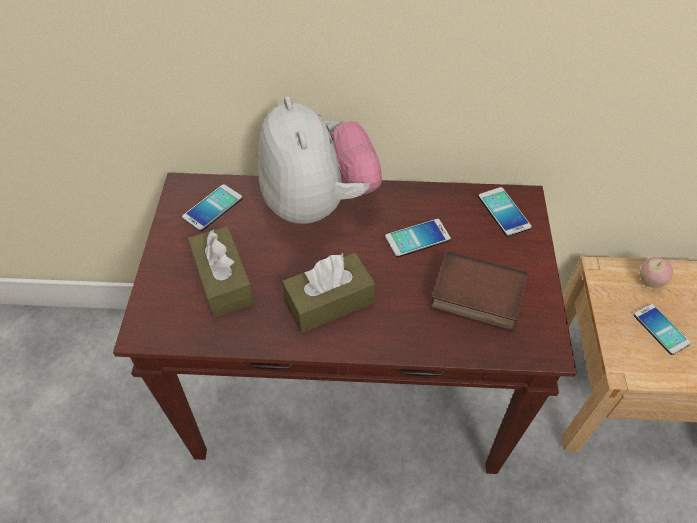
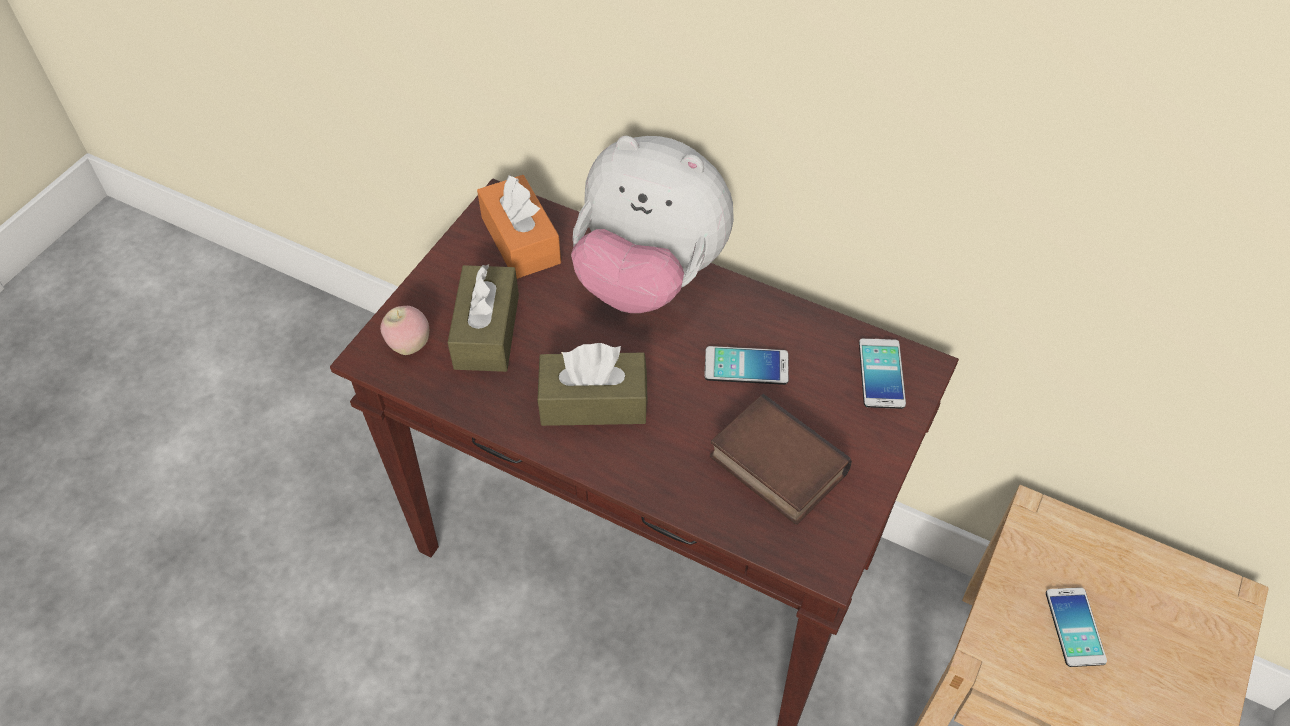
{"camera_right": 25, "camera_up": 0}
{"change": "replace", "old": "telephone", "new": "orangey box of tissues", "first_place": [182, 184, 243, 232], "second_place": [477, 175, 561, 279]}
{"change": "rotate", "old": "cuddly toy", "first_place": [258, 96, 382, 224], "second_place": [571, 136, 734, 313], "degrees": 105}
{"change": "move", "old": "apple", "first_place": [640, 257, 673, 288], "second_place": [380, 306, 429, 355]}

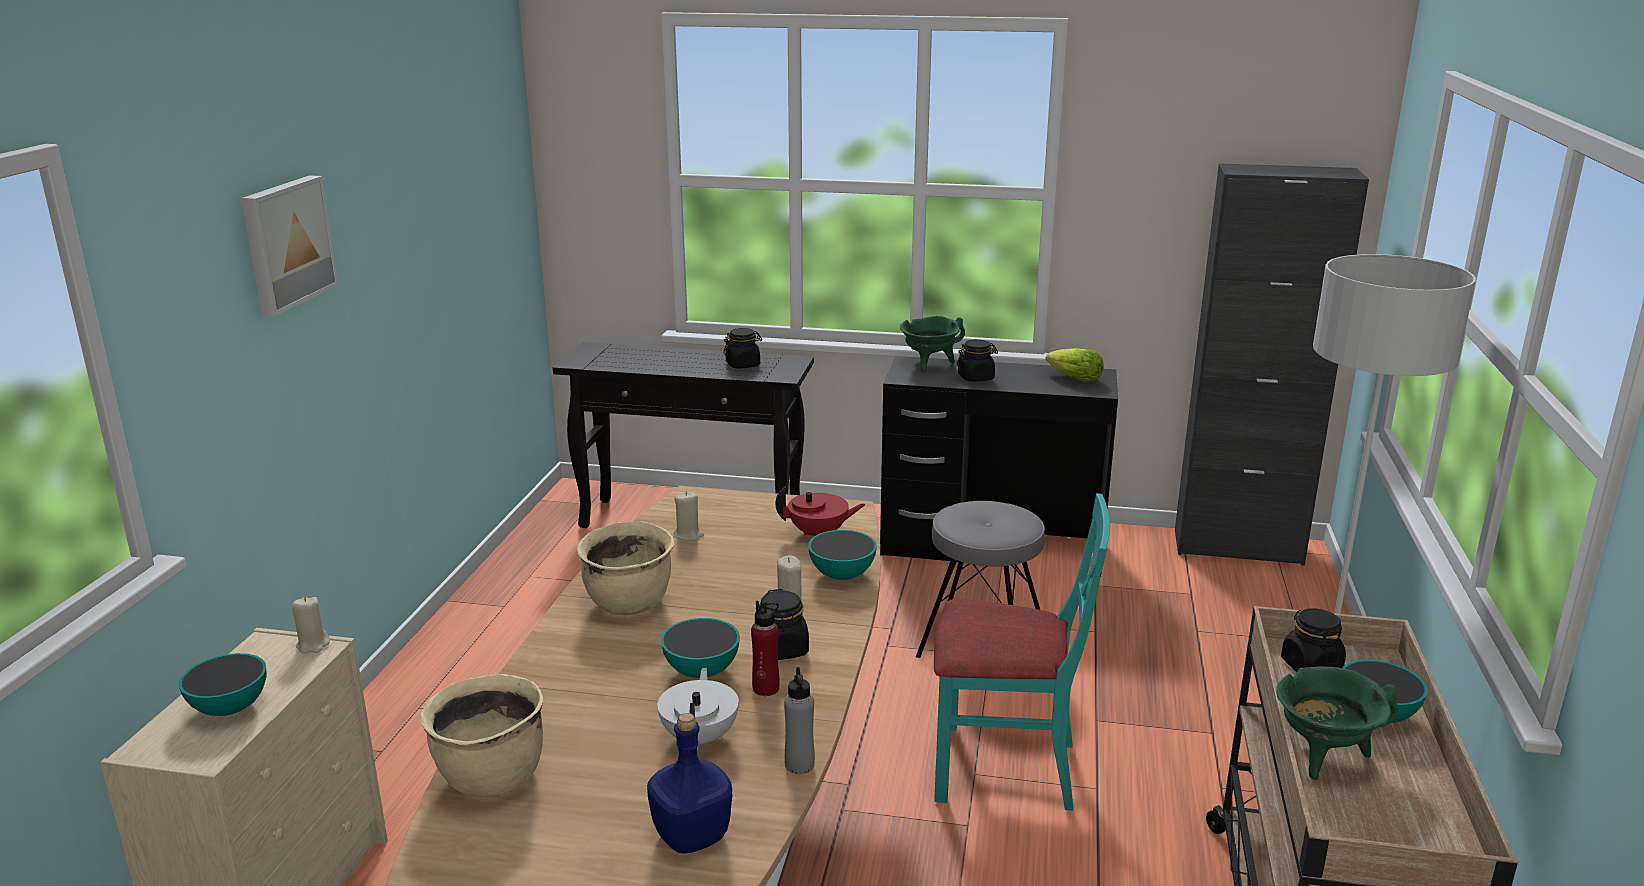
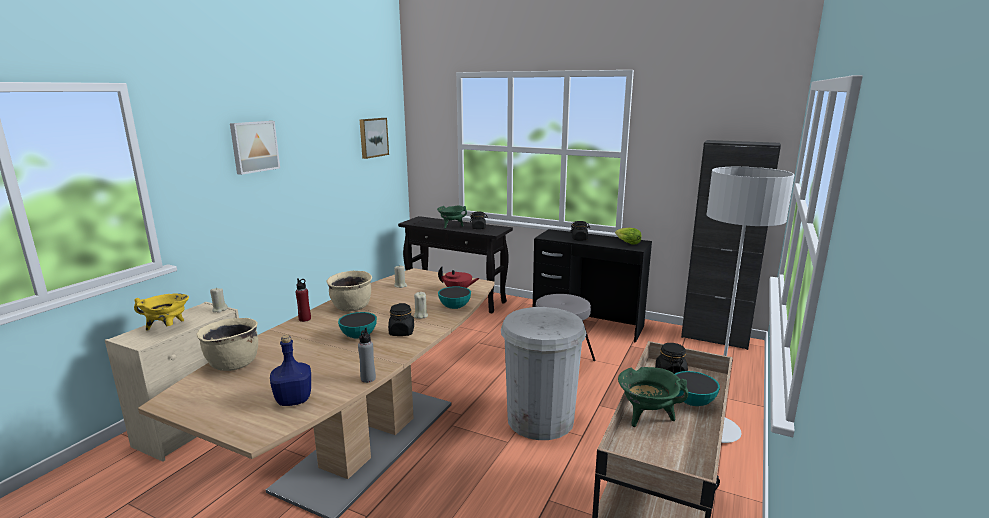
{"camera_right": 15, "camera_up": -5}
{"change": "replace", "old": "deep dish", "new": "yellowish stockpot", "first_place": [179, 653, 267, 716], "second_place": [134, 293, 189, 331]}
{"change": "delete", "old": "white-coloured pot for tea", "first_place": [657, 668, 739, 750]}
{"change": "move", "old": "red bottle", "first_place": [751, 601, 779, 696], "second_place": [296, 278, 311, 322]}
{"change": "move", "old": "green stockpot", "first_place": [900, 316, 965, 373], "second_place": [437, 205, 467, 229]}
{"change": "replace", "old": "blue-green chair", "new": "white-coloured trash can", "first_place": [934, 493, 1110, 811], "second_place": [501, 307, 586, 440]}
{"change": "insert", "new": "wall art", "second_place": [360, 118, 389, 159]}

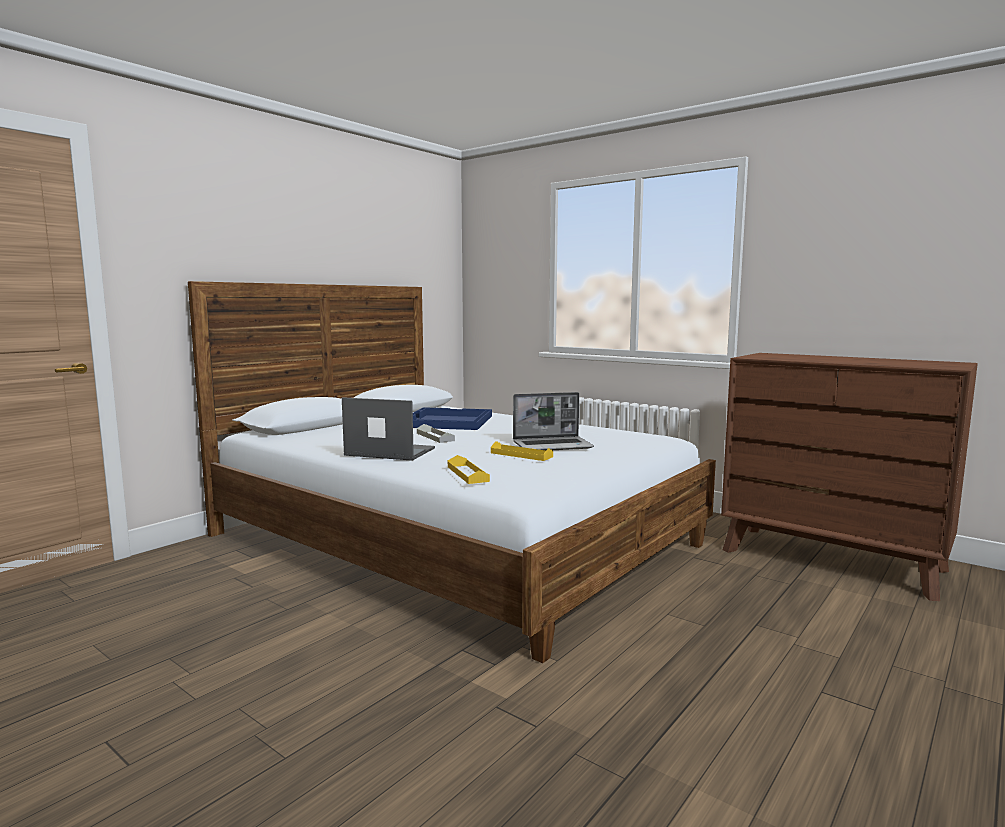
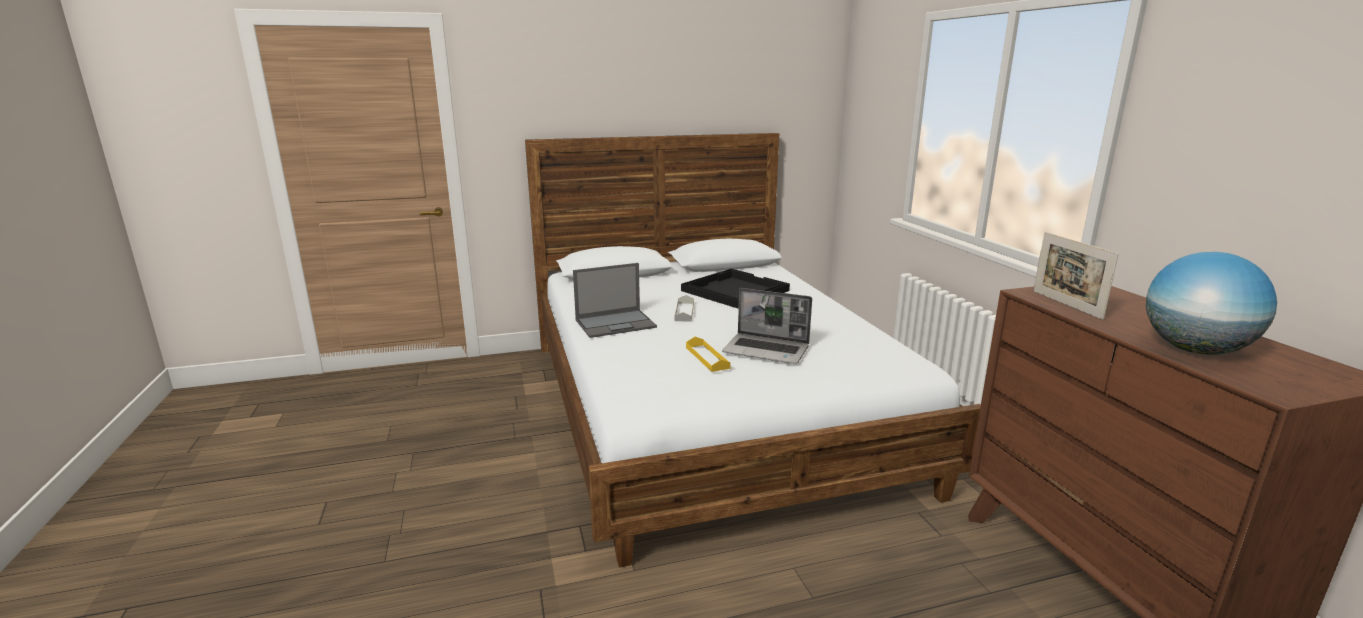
{"camera_right": 35, "camera_up": 10}
{"change": "rotate", "old": "notebook computer", "first_place": [342, 397, 435, 461], "second_place": [573, 263, 657, 338], "degrees": 105}
{"change": "recolor", "old": "bluish carrying tray", "new": "black carrying tray", "first_place": [413, 407, 492, 430], "second_place": [681, 269, 790, 309]}
{"change": "delete", "old": "yellowish carrying tray", "first_place": [448, 455, 490, 484]}
{"change": "insert", "new": "picture frame", "second_place": [1033, 232, 1119, 320]}
{"change": "insert", "new": "world globe", "second_place": [1146, 252, 1277, 355]}

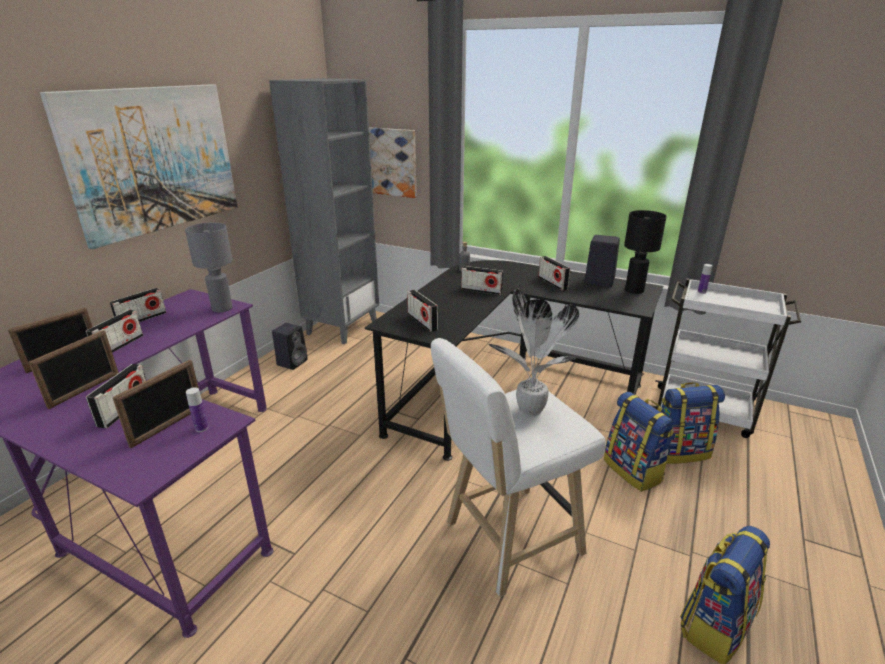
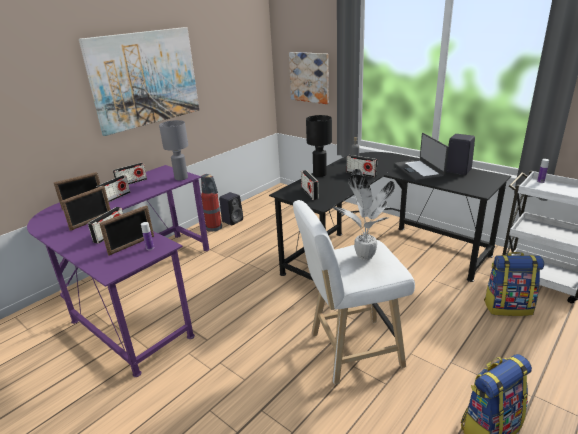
{"camera_right": 15, "camera_up": 0}
{"change": "delete", "old": "grey bookcase", "first_place": [269, 78, 379, 345]}
{"change": "replace", "old": "radio", "new": "notebook computer", "first_place": [538, 256, 570, 291], "second_place": [394, 133, 449, 181]}
{"change": "delete", "old": "backpack", "first_place": [604, 392, 674, 492]}
{"change": "move", "old": "black tabletop lamp", "first_place": [624, 210, 667, 294], "second_place": [306, 115, 332, 177]}
{"change": "insert", "new": "fire extinguisher", "second_place": [201, 174, 222, 232]}

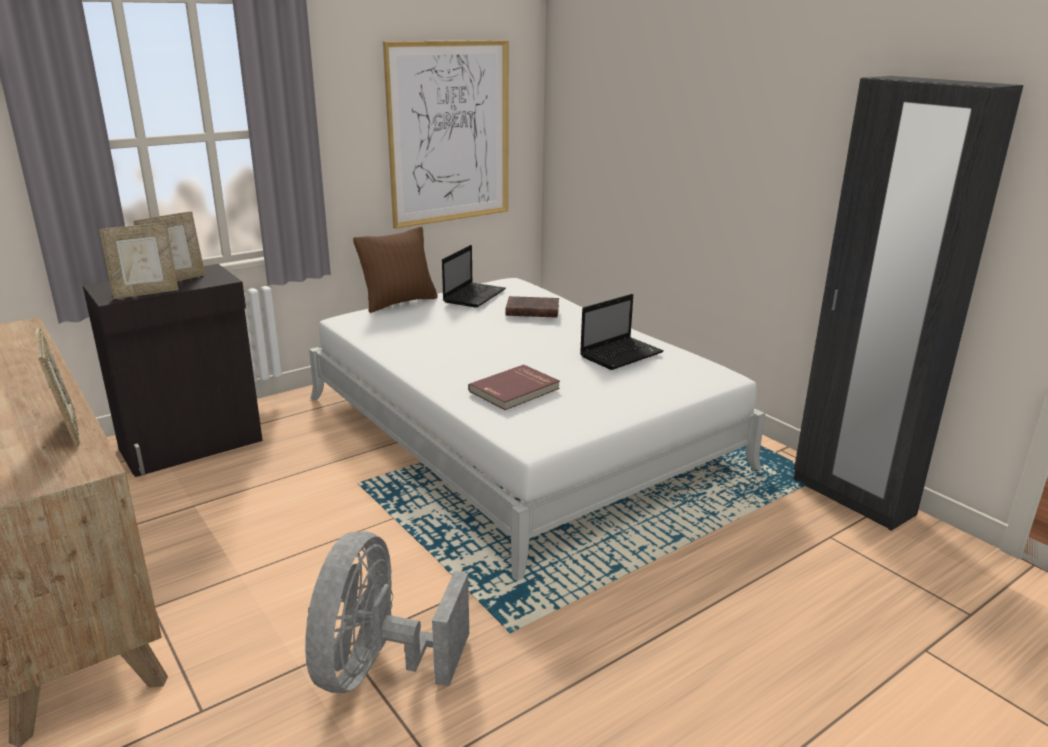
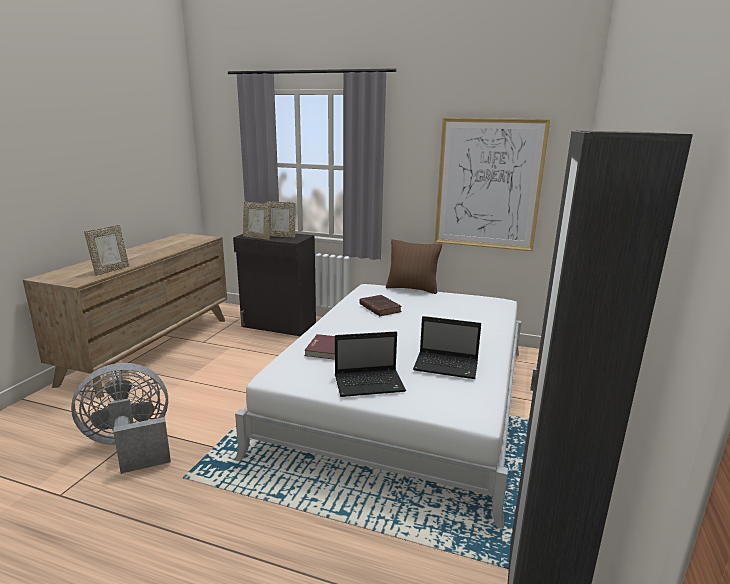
{"camera_right": 55, "camera_up": -5}
{"change": "move", "old": "notebook computer", "first_place": [442, 245, 506, 308], "second_place": [335, 332, 406, 397]}
{"change": "move", "old": "brown-coloured volume", "first_place": [505, 296, 559, 318], "second_place": [359, 295, 402, 316]}

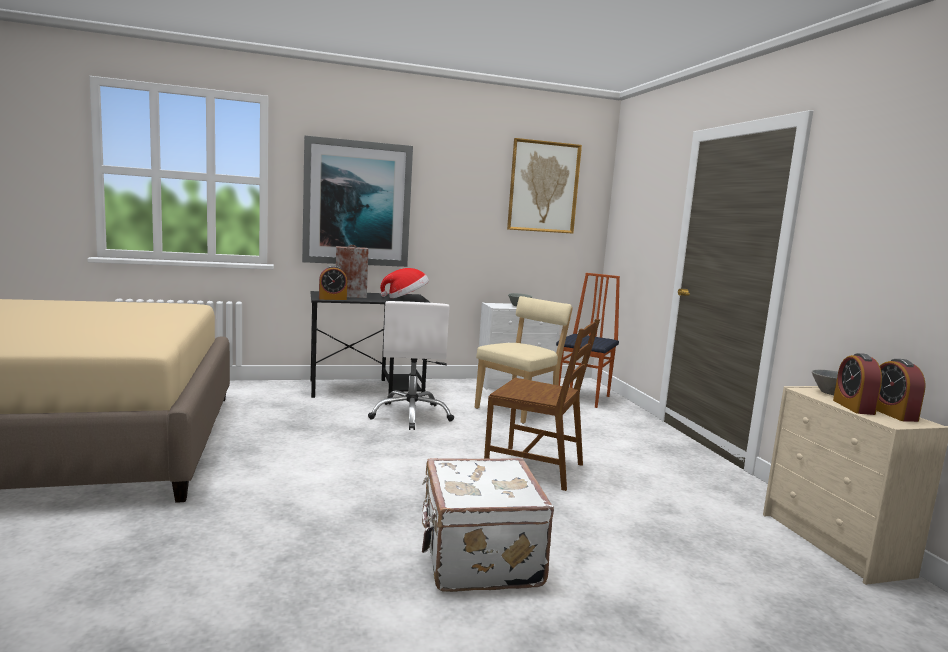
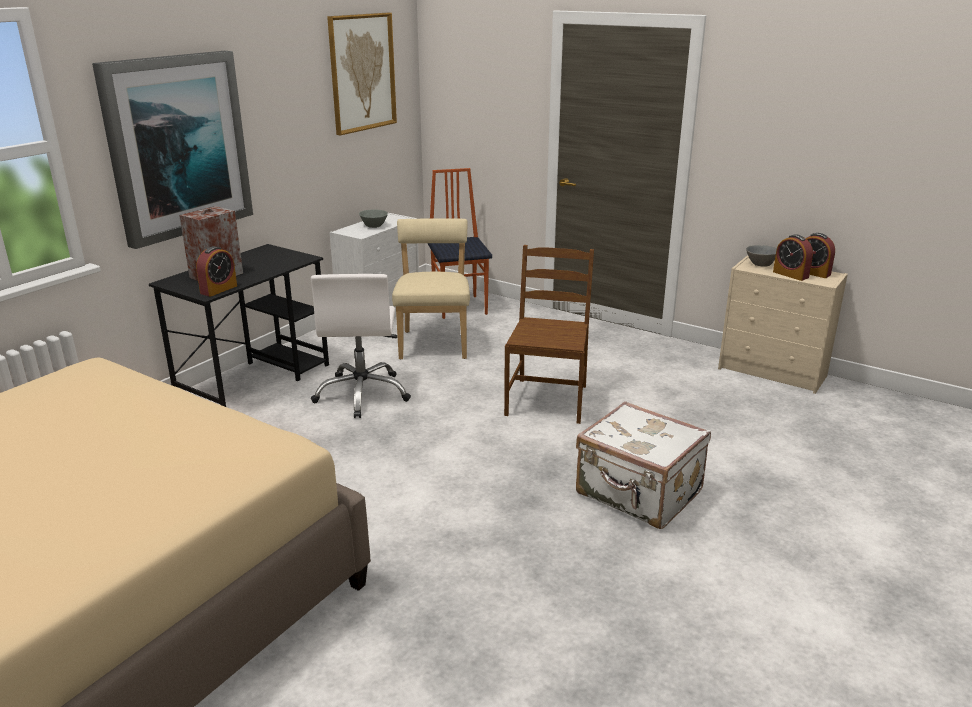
{"camera_right": -40, "camera_up": 15}
{"change": "rotate", "old": "white-coloured office chair", "first_place": [368, 301, 454, 430], "second_place": [311, 274, 411, 418], "degrees": 45}
{"change": "delete", "old": "wearable hat", "first_place": [380, 268, 429, 298]}
{"change": "rotate", "old": "brown-coloured chair", "first_place": [484, 319, 600, 491], "second_place": [504, 245, 594, 424], "degrees": -60}

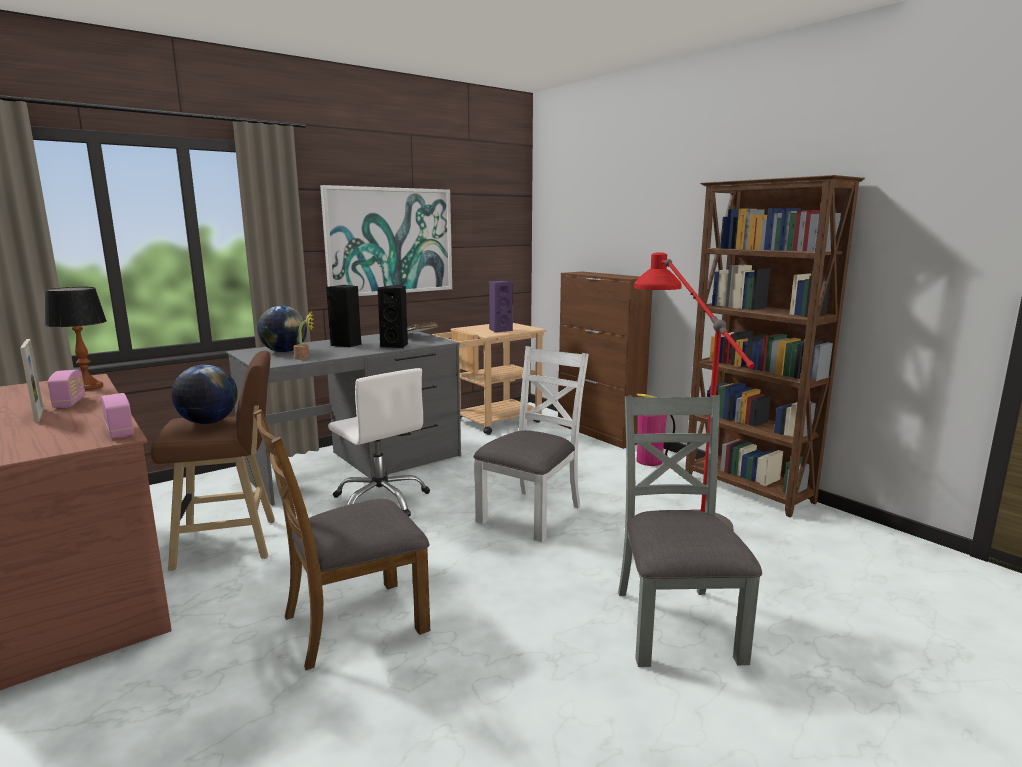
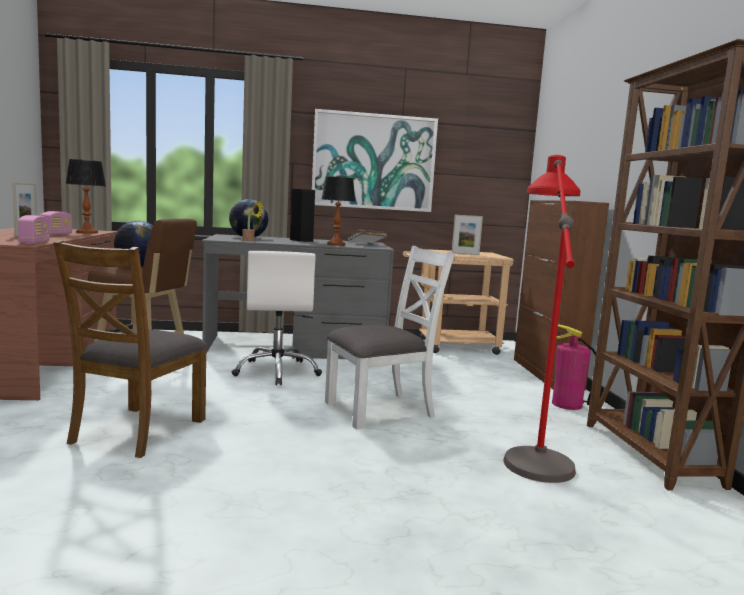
{"camera_right": 30, "camera_up": -5}
{"change": "rotate", "old": "brown-coloured chair", "first_place": [253, 409, 430, 670], "second_place": [53, 240, 208, 458], "degrees": -75}
{"change": "replace", "old": "black speaker", "new": "tabletop lamp", "first_place": [378, 285, 408, 348], "second_place": [322, 176, 355, 246]}
{"change": "replace", "old": "purplish speaker", "new": "picture frame", "first_place": [489, 280, 513, 333], "second_place": [452, 215, 483, 255]}
{"change": "delete", "old": "grey chair", "first_place": [618, 395, 762, 667]}

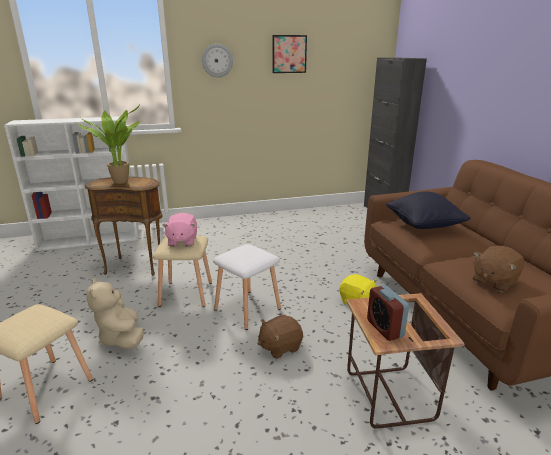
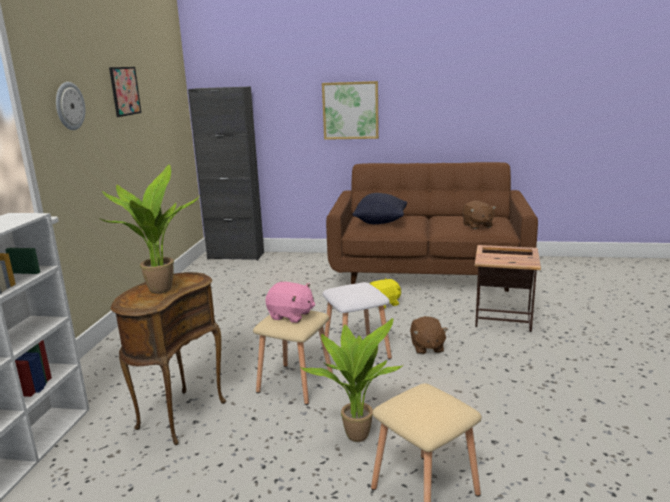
{"camera_right": -65, "camera_up": -5}
{"change": "replace", "old": "sand-coloured cuddly toy", "new": "houseplant", "first_place": [86, 278, 144, 349], "second_place": [300, 318, 403, 442]}
{"change": "delete", "old": "bedside clock", "first_place": [367, 285, 409, 341]}
{"change": "insert", "new": "wall art", "second_place": [322, 81, 379, 140]}

